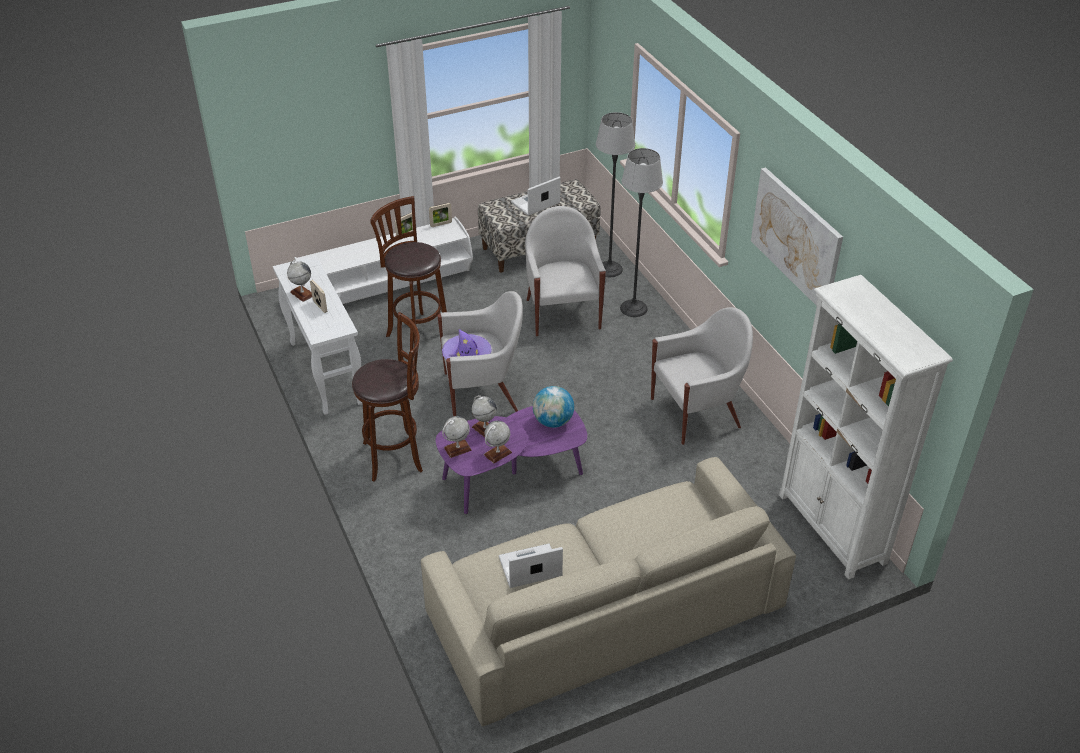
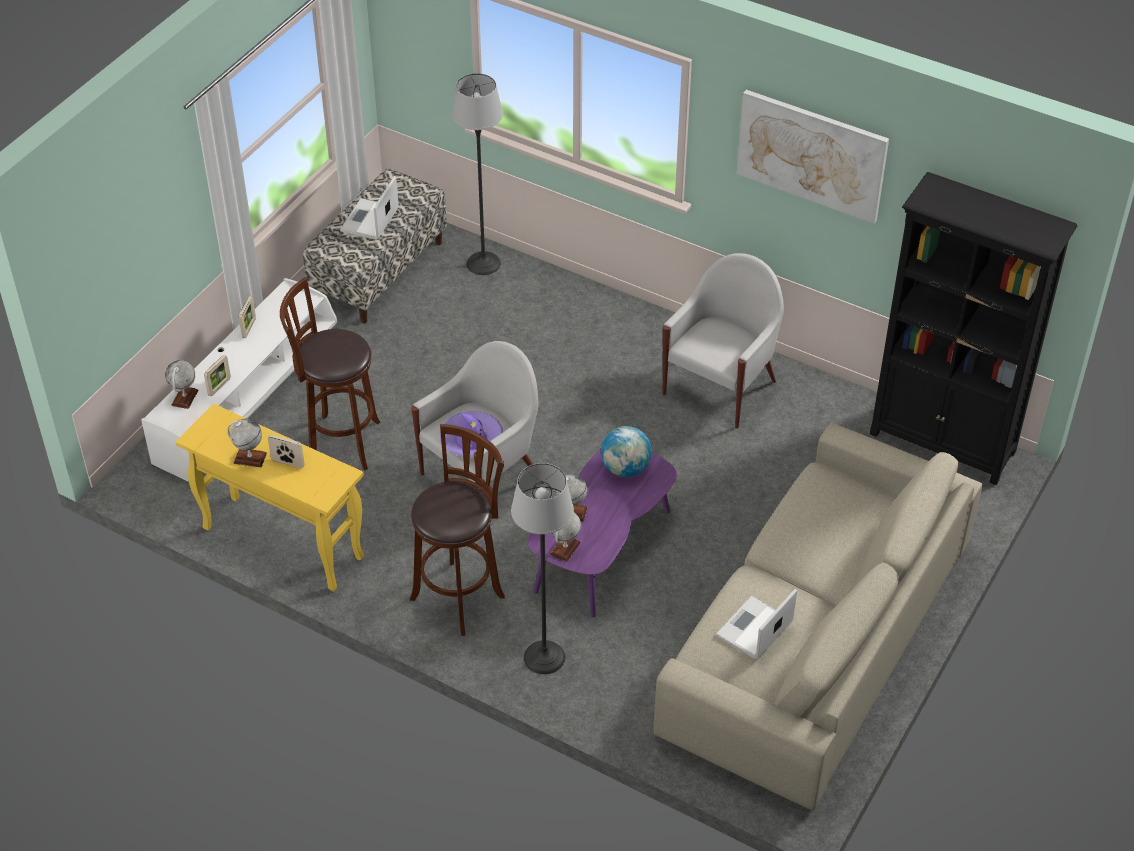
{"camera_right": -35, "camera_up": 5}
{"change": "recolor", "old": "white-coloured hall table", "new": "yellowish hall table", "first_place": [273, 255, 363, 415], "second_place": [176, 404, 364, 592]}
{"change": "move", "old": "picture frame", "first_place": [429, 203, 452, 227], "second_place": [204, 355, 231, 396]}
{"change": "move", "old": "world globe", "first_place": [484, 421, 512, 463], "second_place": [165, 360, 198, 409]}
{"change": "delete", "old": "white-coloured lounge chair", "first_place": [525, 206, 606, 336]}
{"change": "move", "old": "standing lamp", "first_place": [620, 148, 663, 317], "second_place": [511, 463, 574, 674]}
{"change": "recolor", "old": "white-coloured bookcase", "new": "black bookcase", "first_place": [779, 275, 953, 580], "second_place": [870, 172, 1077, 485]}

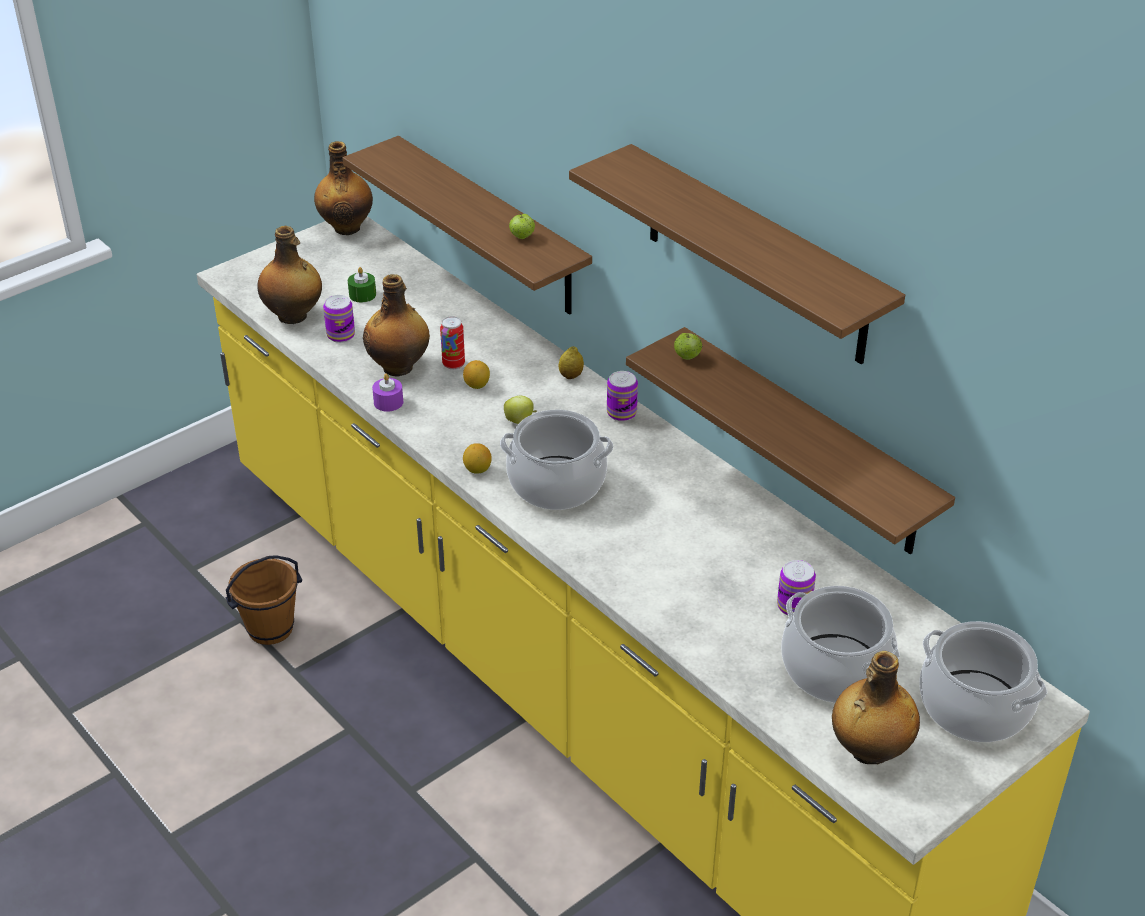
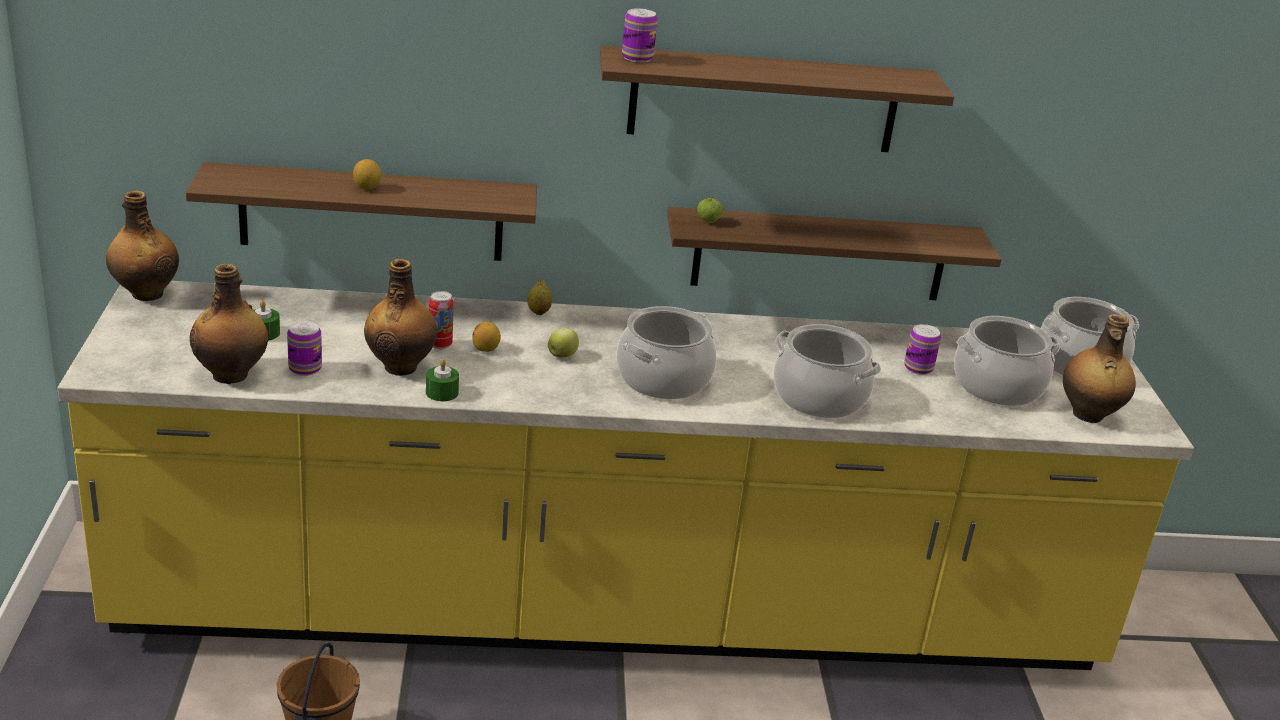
{"camera_right": -55, "camera_up": -10}
{"change": "recolor", "old": "purplish wax light", "new": "green wax light", "first_place": [372, 374, 403, 412], "second_place": [426, 359, 459, 401]}
{"change": "move", "old": "citrus fruit", "first_place": [463, 443, 492, 473], "second_place": [353, 159, 381, 190]}
{"change": "delete", "old": "apple", "first_place": [509, 212, 535, 239]}
{"change": "move", "old": "sealed can", "first_place": [607, 371, 638, 421], "second_place": [622, 8, 658, 62]}
{"change": "insert", "new": "stockpot", "second_place": [774, 324, 881, 418]}

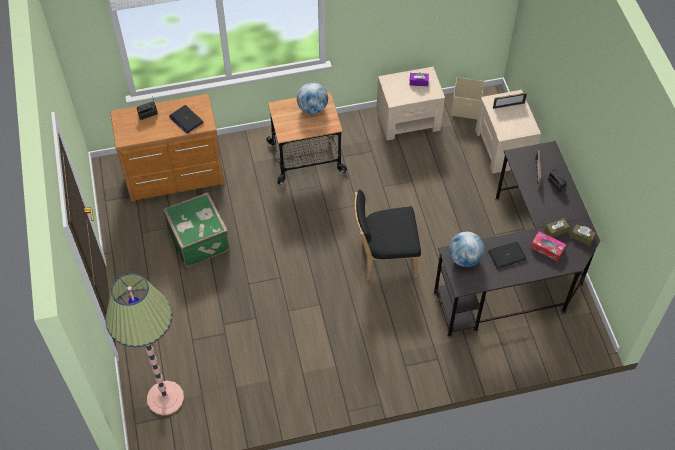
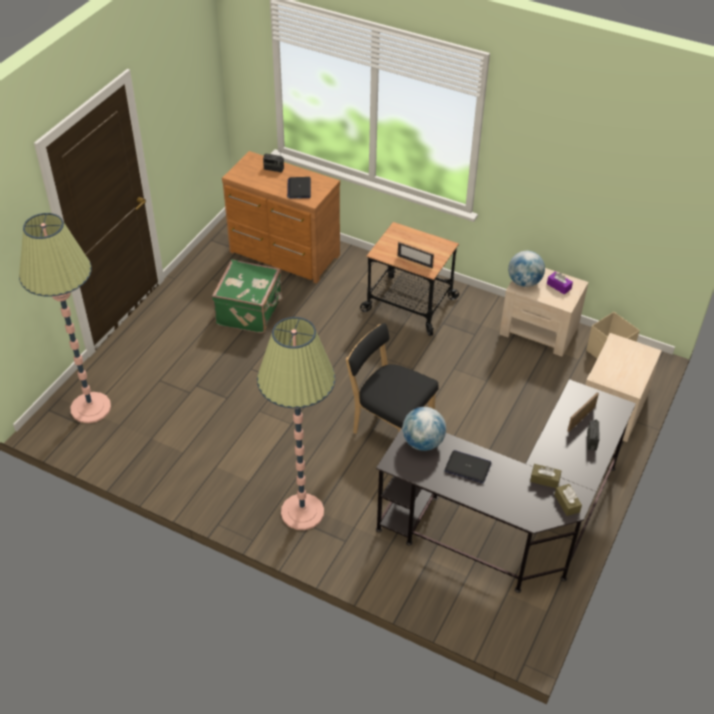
{"camera_right": 40, "camera_up": -10}
{"change": "move", "old": "world globe", "first_place": [297, 82, 328, 114], "second_place": [508, 251, 545, 287]}
{"change": "move", "old": "picture frame", "first_place": [493, 93, 527, 109], "second_place": [397, 242, 434, 268]}
{"change": "delete", "old": "box of tissues", "first_place": [530, 231, 567, 261]}
{"change": "insert", "new": "standing lamp", "second_place": [257, 317, 335, 530]}

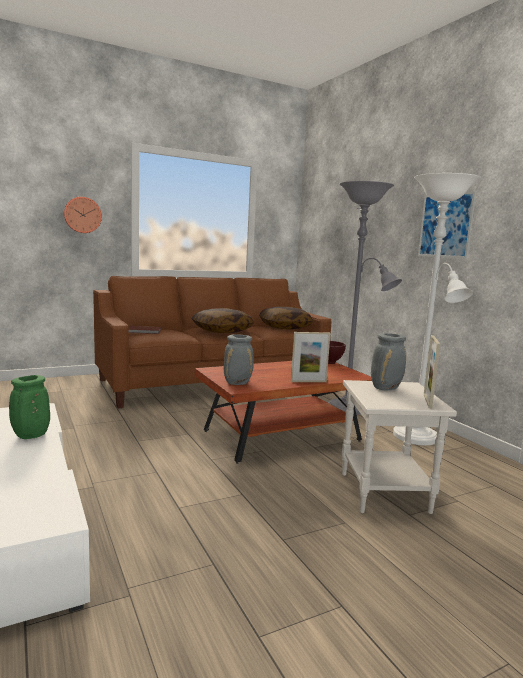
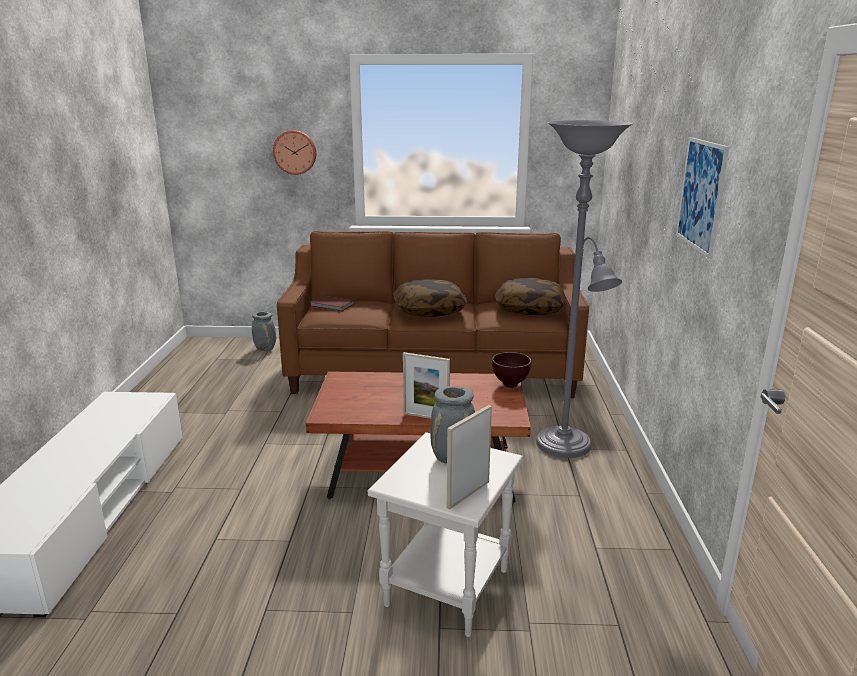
{"camera_right": 30, "camera_up": 10}
{"change": "delete", "old": "green vase", "first_place": [9, 375, 50, 439]}
{"change": "move", "old": "grey vase", "first_place": [224, 334, 254, 385], "second_place": [252, 312, 276, 351]}
{"change": "delete", "old": "white-coloured standing lamp", "first_place": [393, 173, 481, 445]}

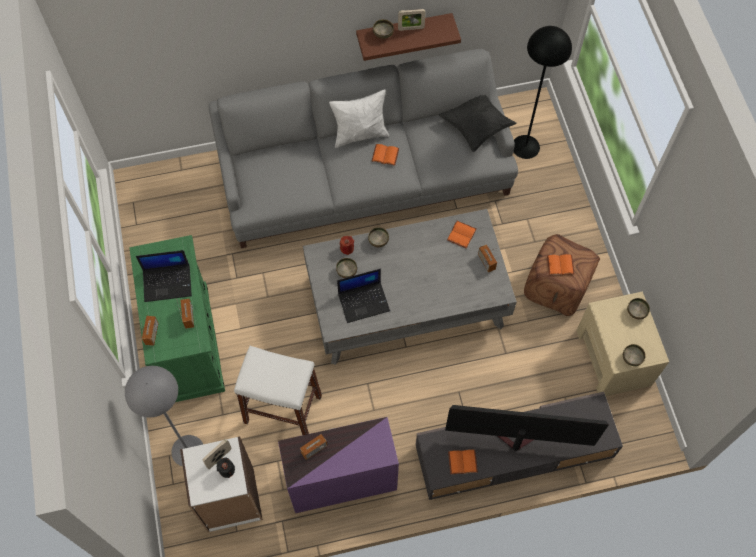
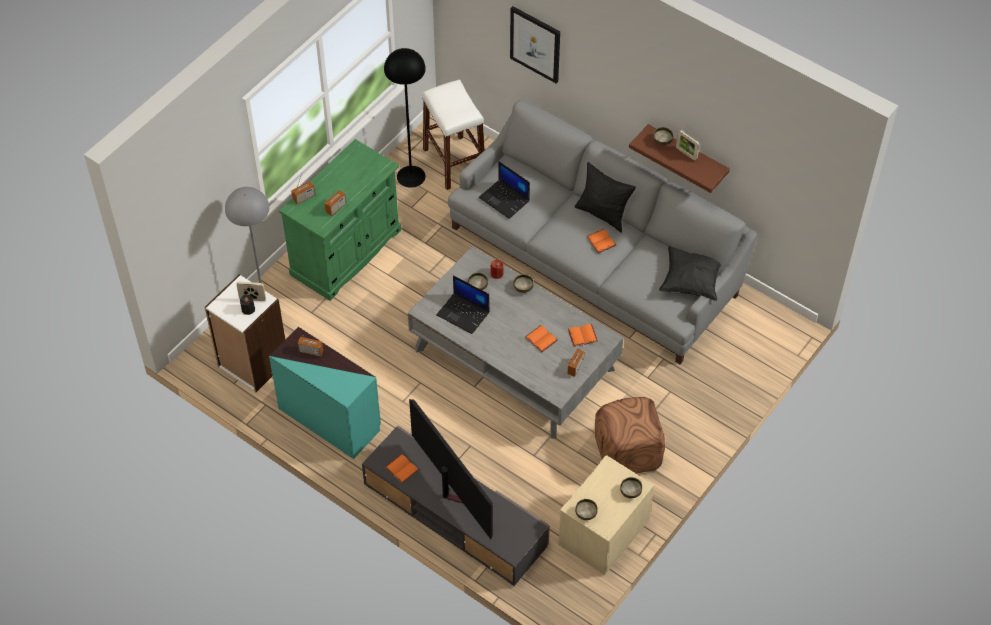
{"camera_right": 50, "camera_up": -10}
{"change": "move", "old": "notebook computer", "first_place": [136, 250, 192, 302], "second_place": [479, 161, 530, 219]}
{"change": "move", "old": "white-coloured sitting stool", "first_place": [234, 346, 322, 435], "second_place": [422, 79, 484, 190]}
{"change": "recolor", "old": "purplish chest of drawers", "new": "blue-green chest of drawers", "first_place": [278, 417, 399, 513], "second_place": [269, 327, 381, 459]}
{"change": "recolor", "old": "white-coloured cushion", "new": "black cushion", "first_place": [329, 89, 389, 148], "second_place": [575, 162, 636, 233]}
{"change": "move", "old": "black standing lamp", "first_place": [513, 26, 572, 159], "second_place": [384, 48, 426, 188]}
{"change": "move", "old": "orangey volume", "first_place": [547, 254, 574, 275], "second_place": [525, 325, 558, 352]}
{"change": "insert", "new": "wall art", "second_place": [510, 6, 560, 83]}

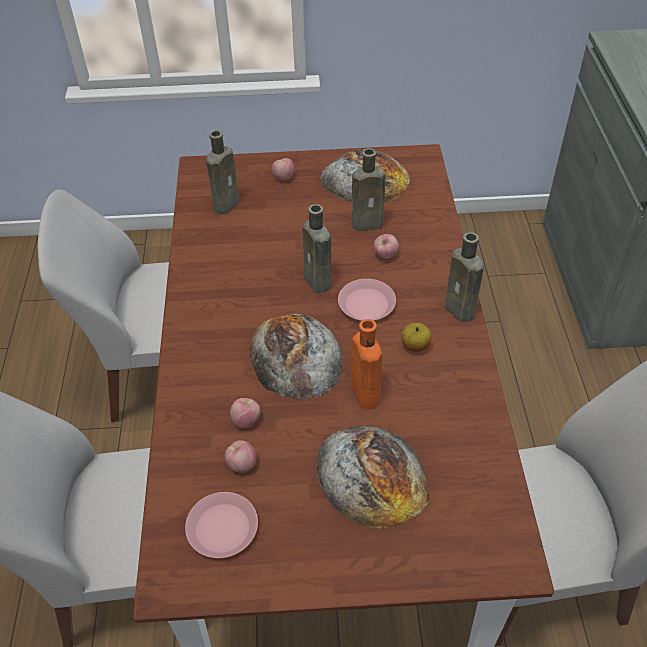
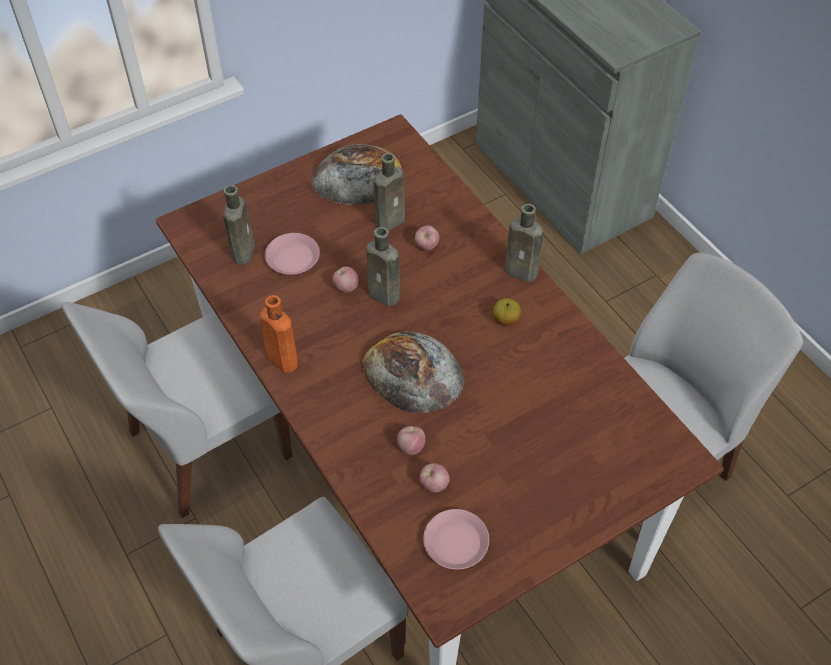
{"camera_right": -30, "camera_up": 5}
{"change": "move", "old": "apple", "first_place": [272, 158, 294, 180], "second_place": [333, 267, 358, 292]}
{"change": "delete", "old": "bread", "first_place": [317, 426, 429, 530]}
{"change": "move", "old": "pink plate", "first_place": [338, 279, 396, 321], "second_place": [265, 233, 320, 275]}
{"change": "move", "old": "orangey bottle", "first_place": [351, 319, 382, 410], "second_place": [259, 295, 298, 373]}

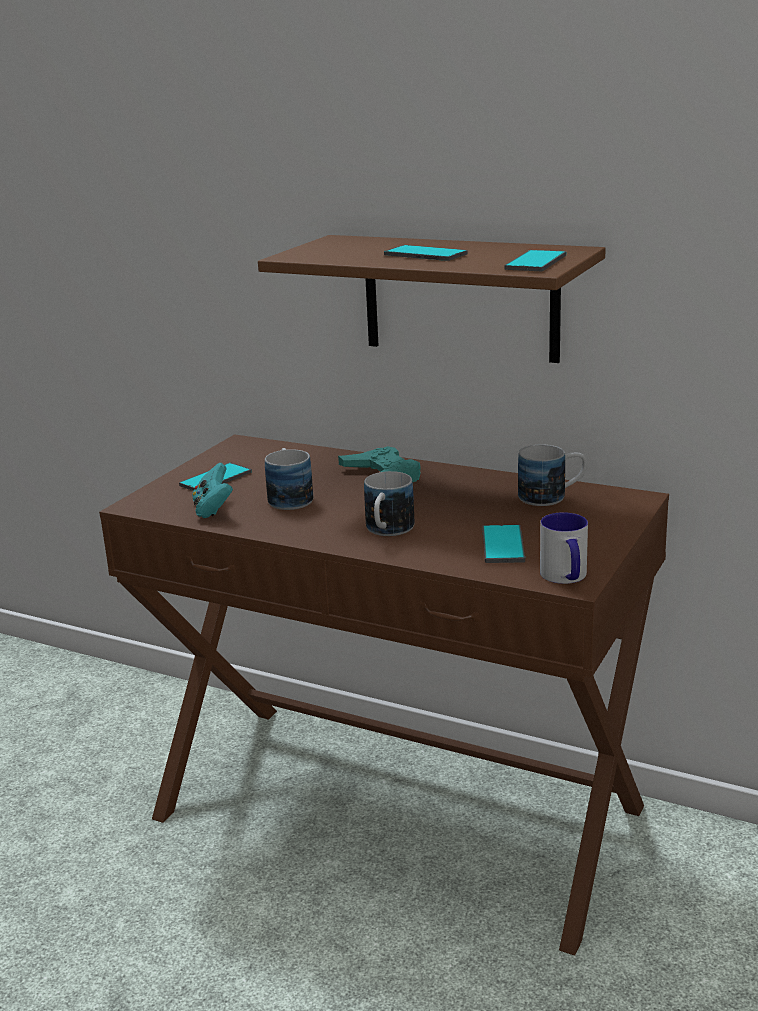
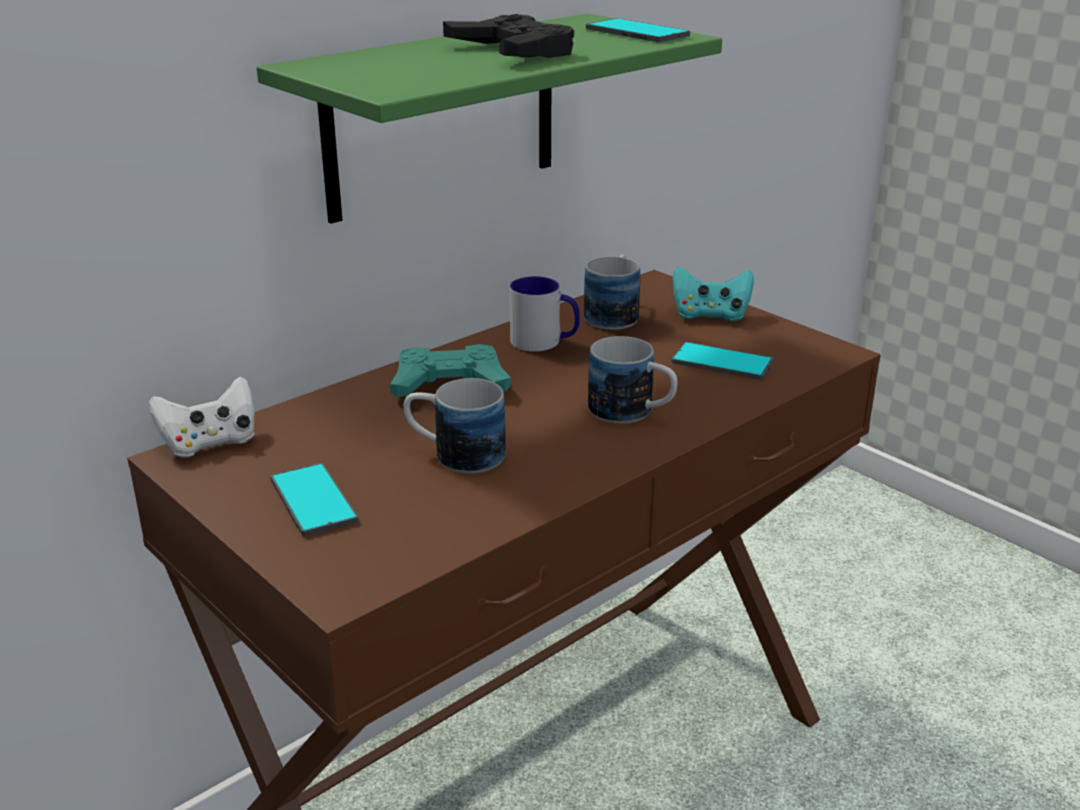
{"camera_right": -70, "camera_up": 5}
{"change": "move", "old": "blue-green gamepad", "first_place": [192, 463, 233, 518], "second_place": [672, 266, 754, 321]}
{"change": "recolor", "old": "brown-coloured bracket shelf", "new": "green bracket shelf", "first_place": [258, 235, 606, 363], "second_place": [257, 13, 722, 224]}
{"change": "replace", "old": "telephone", "new": "black gamepad", "first_place": [384, 245, 468, 261], "second_place": [443, 14, 574, 58]}
{"change": "move", "old": "mug", "first_place": [540, 512, 588, 584], "second_place": [510, 276, 580, 352]}
{"change": "insert", "new": "white-coloured gamepad", "second_place": [149, 376, 255, 457]}

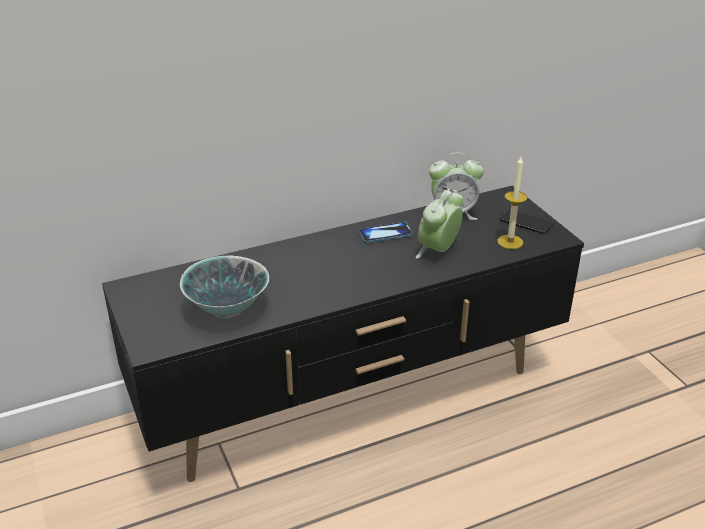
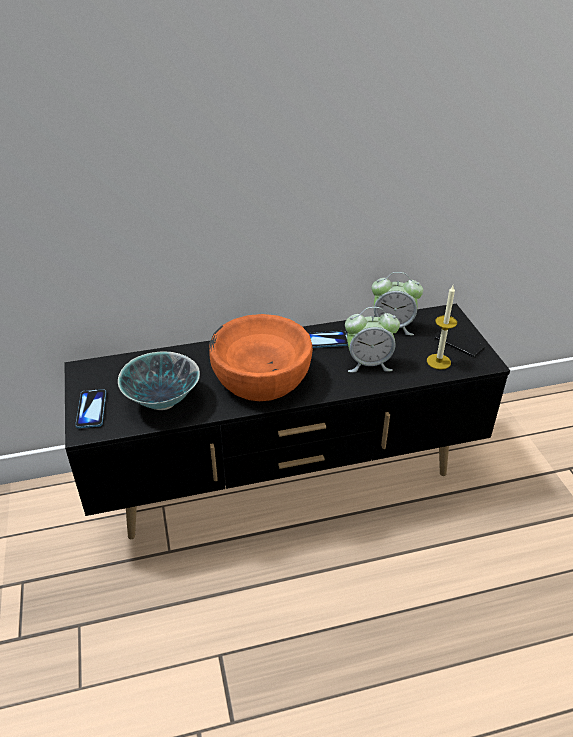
{"camera_right": 10, "camera_up": 5}
{"change": "rotate", "old": "bedside clock", "first_place": [415, 189, 463, 259], "second_place": [345, 307, 400, 372], "degrees": -135}
{"change": "insert", "new": "telephone", "second_place": [75, 389, 106, 428]}
{"change": "insert", "new": "orangey deep dish", "second_place": [209, 314, 313, 401]}

